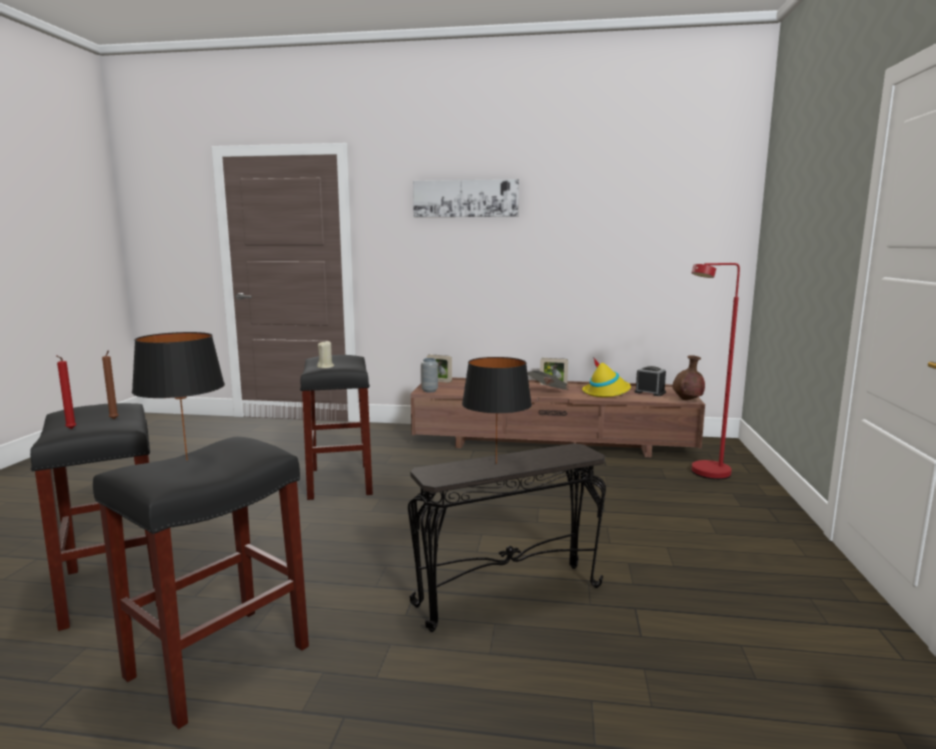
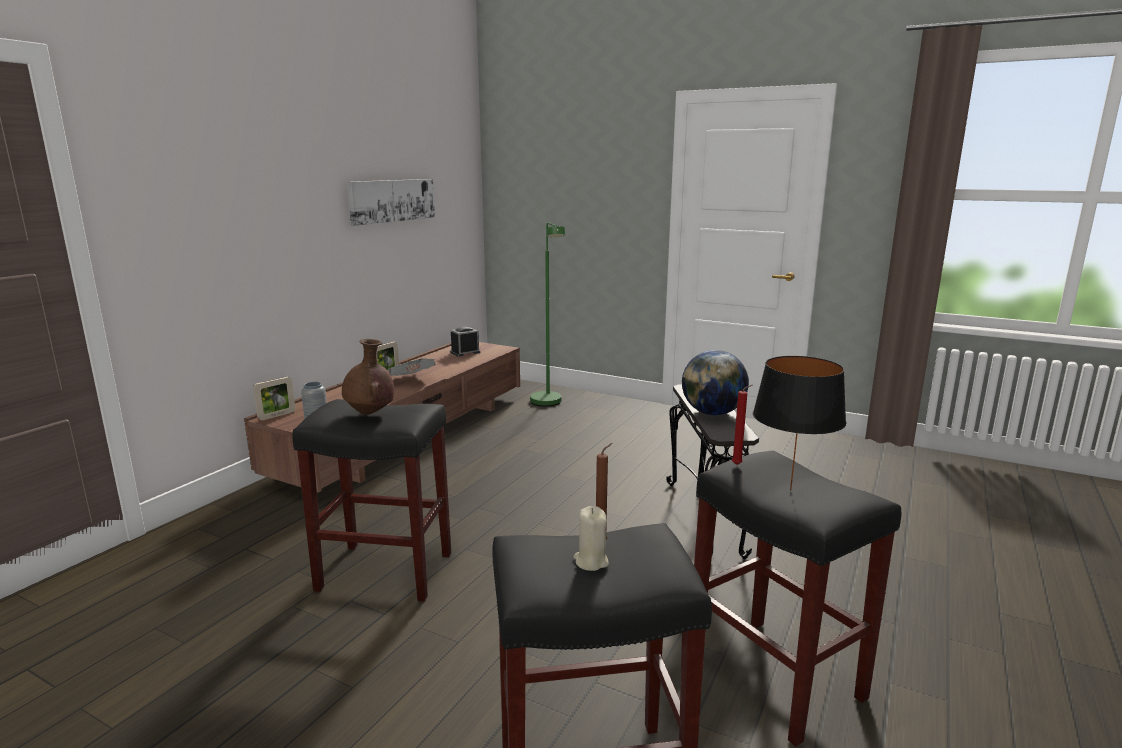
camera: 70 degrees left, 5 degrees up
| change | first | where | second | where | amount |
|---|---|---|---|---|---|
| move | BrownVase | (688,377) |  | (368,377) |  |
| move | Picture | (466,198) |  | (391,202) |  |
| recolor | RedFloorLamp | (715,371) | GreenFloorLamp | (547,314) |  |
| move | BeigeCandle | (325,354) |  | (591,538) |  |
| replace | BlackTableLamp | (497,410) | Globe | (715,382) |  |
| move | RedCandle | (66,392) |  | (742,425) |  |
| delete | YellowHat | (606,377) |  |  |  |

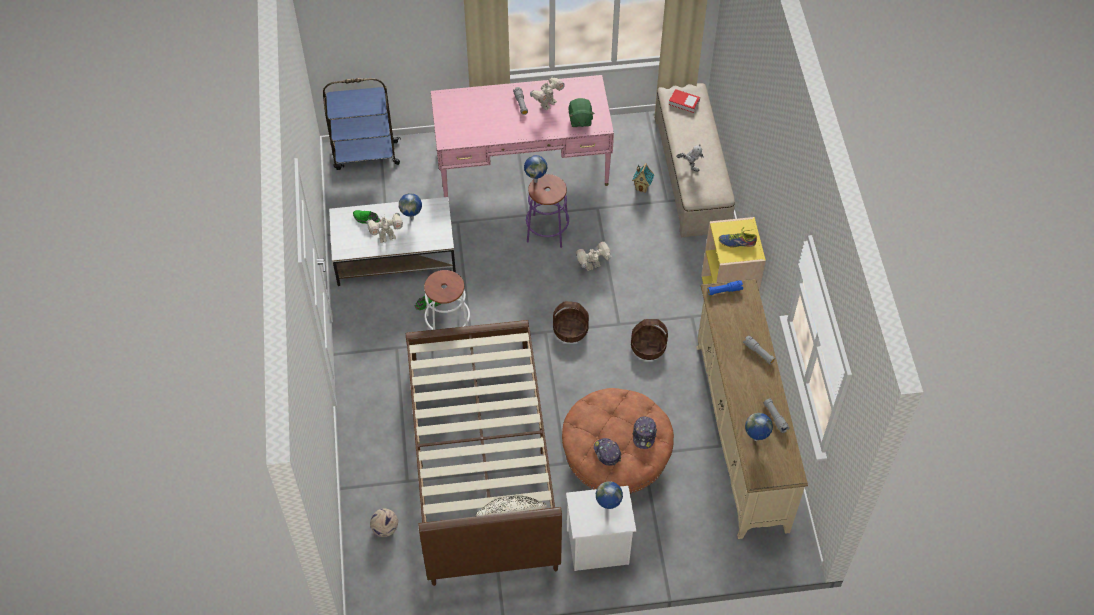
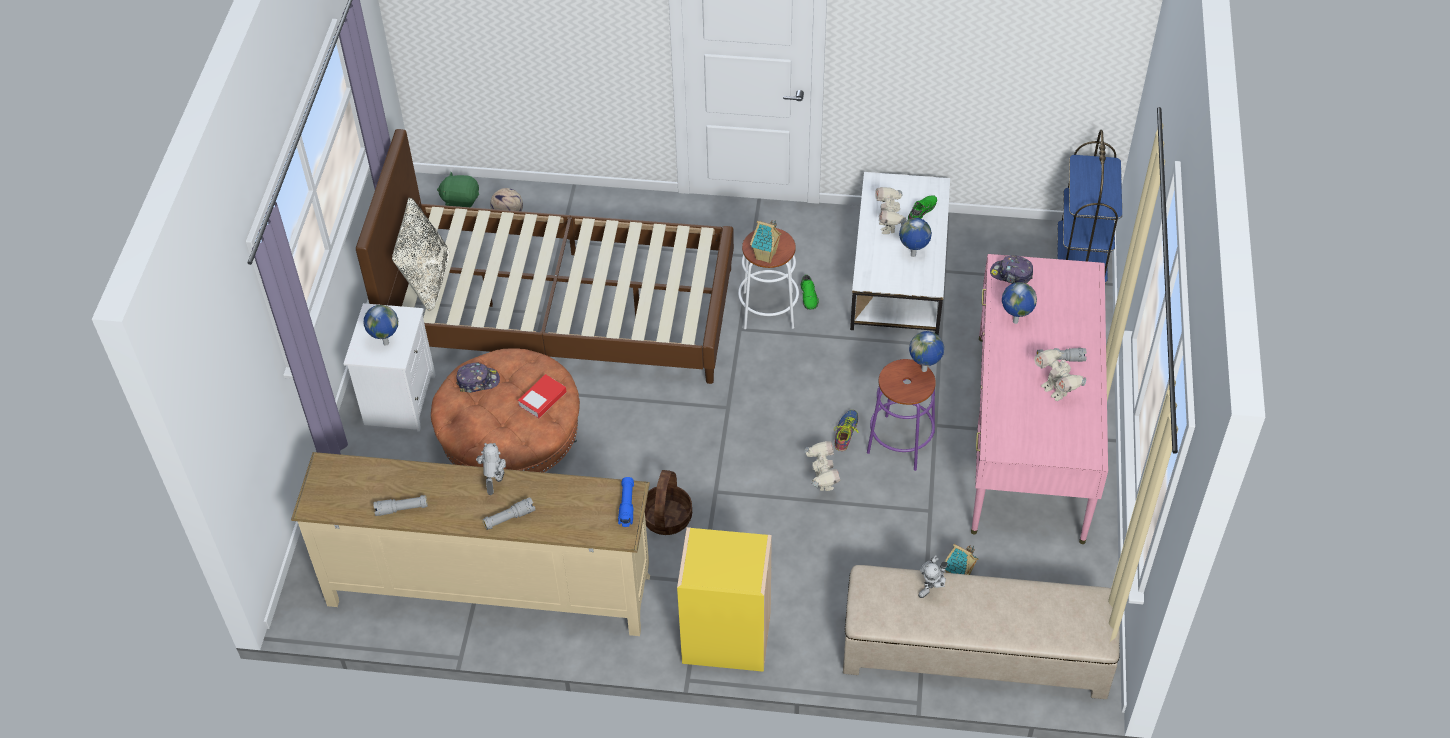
camera: 105 degrees right, 5 degrees down
| change | first | where | second | where | amount |
|---|---|---|---|---|---|
| move | GreenPlushToy | (582,112) |  | (458,189) |  |
| insert |  |  | ToyRobot | (491,469) |  |
| move | Book | (684,101) |  | (542,396) |  |
| insert |  |  | ToyHouse | (766,242) |  |
| move | Shoe | (738,237) |  | (846,430) |  |
| move | Cap | (645,432) |  | (1011,269) |  |
| move | Globe | (759,427) |  | (1019,303) |  |
| delete | Basket | (571,322) |  |  |  |

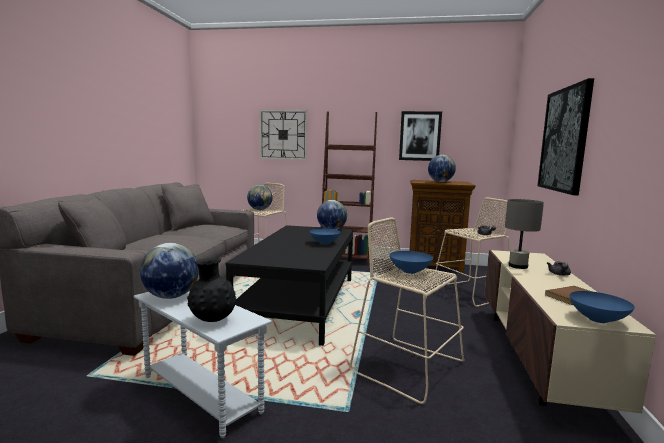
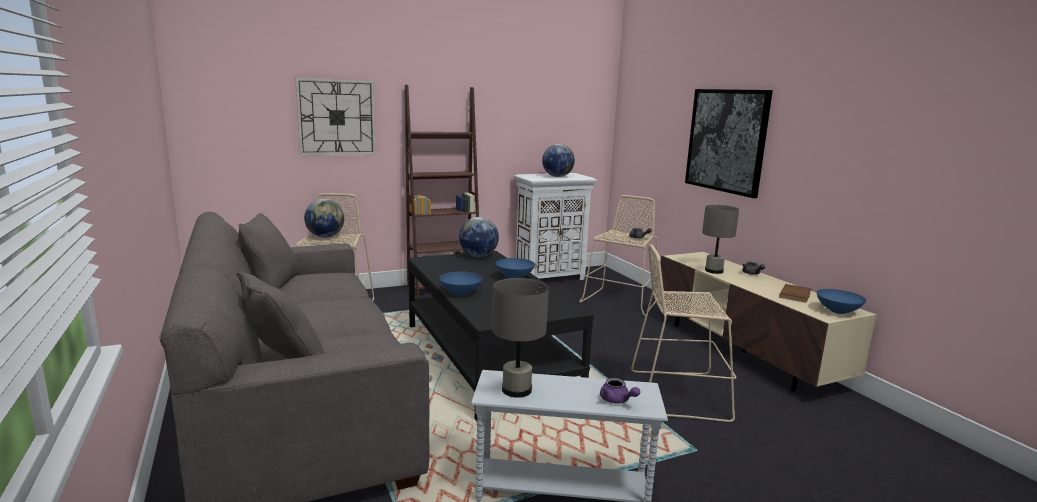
camera: 35 degrees left, 5 degrees up
| change | first | where | second | where | amount |
|---|---|---|---|---|---|
| move | BlueBowl | (411,262) |  | (461,283) |  |
| replace | Globe | (169,271) | GreyTableLamp | (520,338) |  |
| recolor | BrownCabinet | (443,226) | WhiteCabinet | (555,226) |  |
| replace | BlackVase | (211,290) | PurpleTeapot | (620,391) |  |
| delete | Picture | (420,136) |  |  |  |

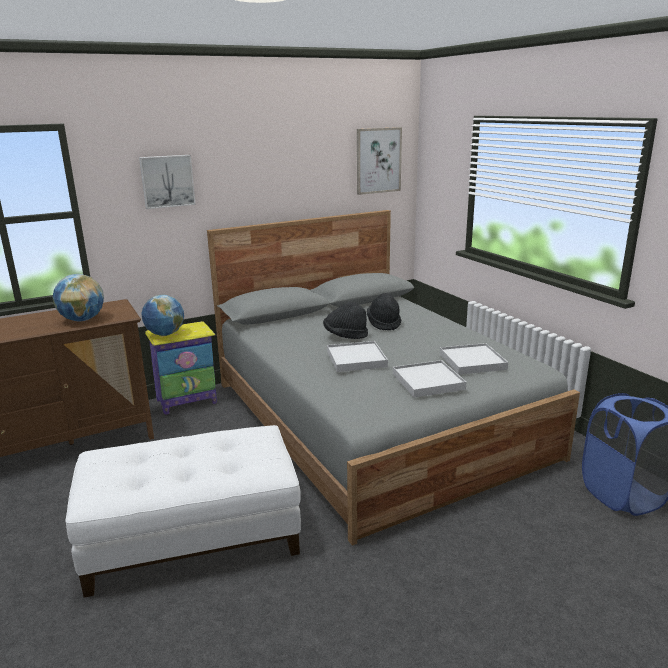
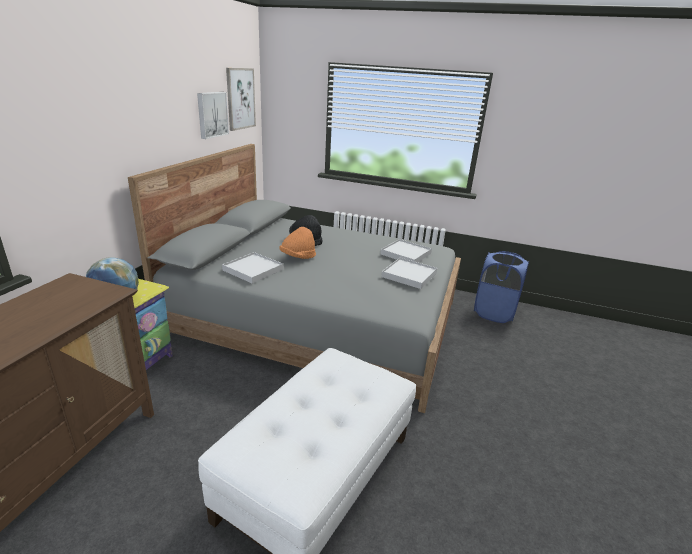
camera: 45 degrees left, 5 degrees up
| change | first | where | second | where | amount |
|---|---|---|---|---|---|
| move | Picture | (167,182) |  | (213,115) |  |
| move | WhiteTray | (357,356) |  | (252,268) |  |
| recolor | BlackHat | (345,320) | OrangeHat | (297,243) |  |
| delete | Globe | (78,297) |  |  |  |

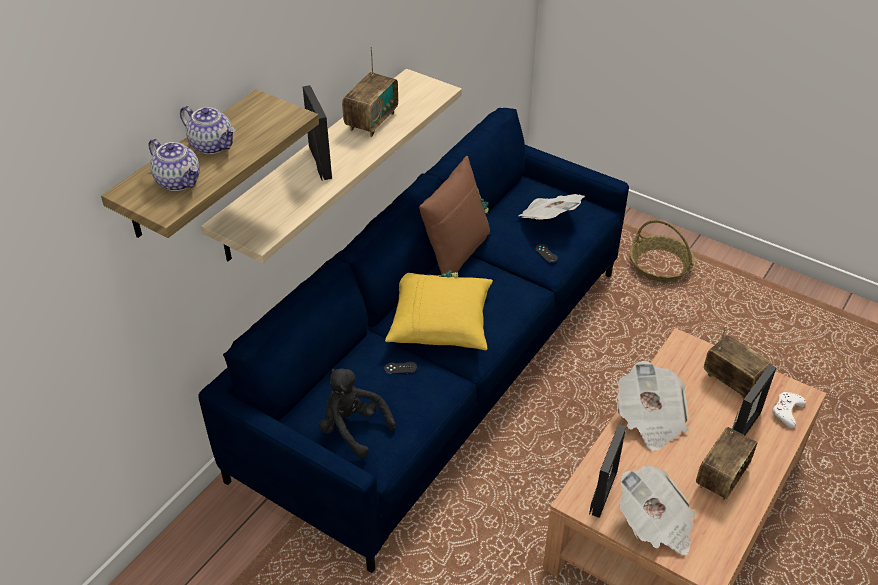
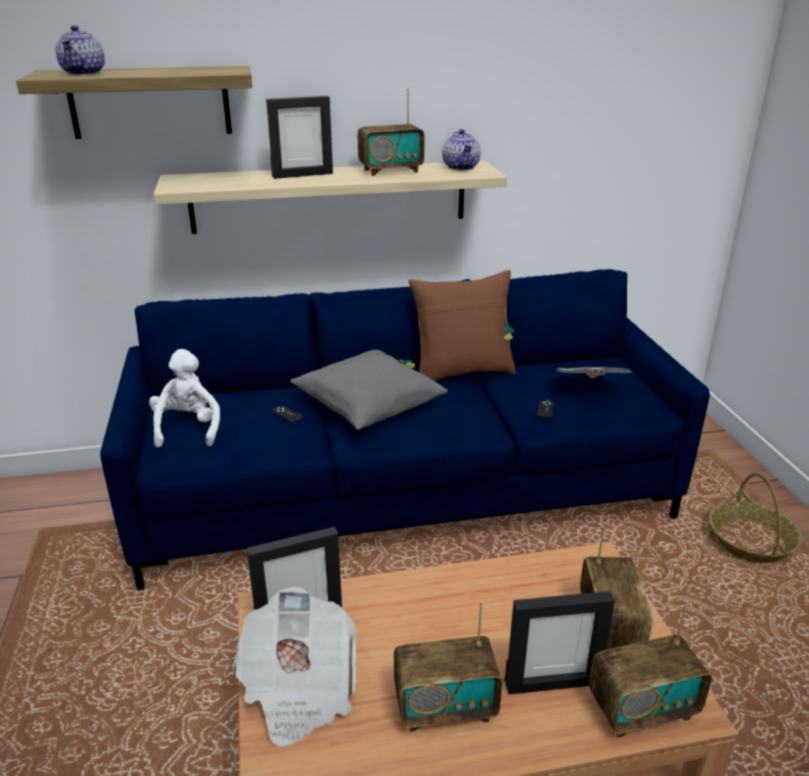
camera: 45 degrees right, 15 degrees down
| change | first | where | second | where | amount |
|---|---|---|---|---|---|
| recolor | BlackPlushToy | (357,413) | WhitePlushToy | (184,398) |  |
| rotate | PictureFrame | (317,133) |  | (299,137) | 45 degrees clockwise |
| recolor | YellowPillow | (439,310) | GreyPillow | (369,390) |  |
| move | Teapot | (208,130) |  | (461,149) |  |
| replace | WhiteGameController | (789,410) | Radio | (650,669) |  |
| delete | Newspaper | (653,406) |  |  |  |

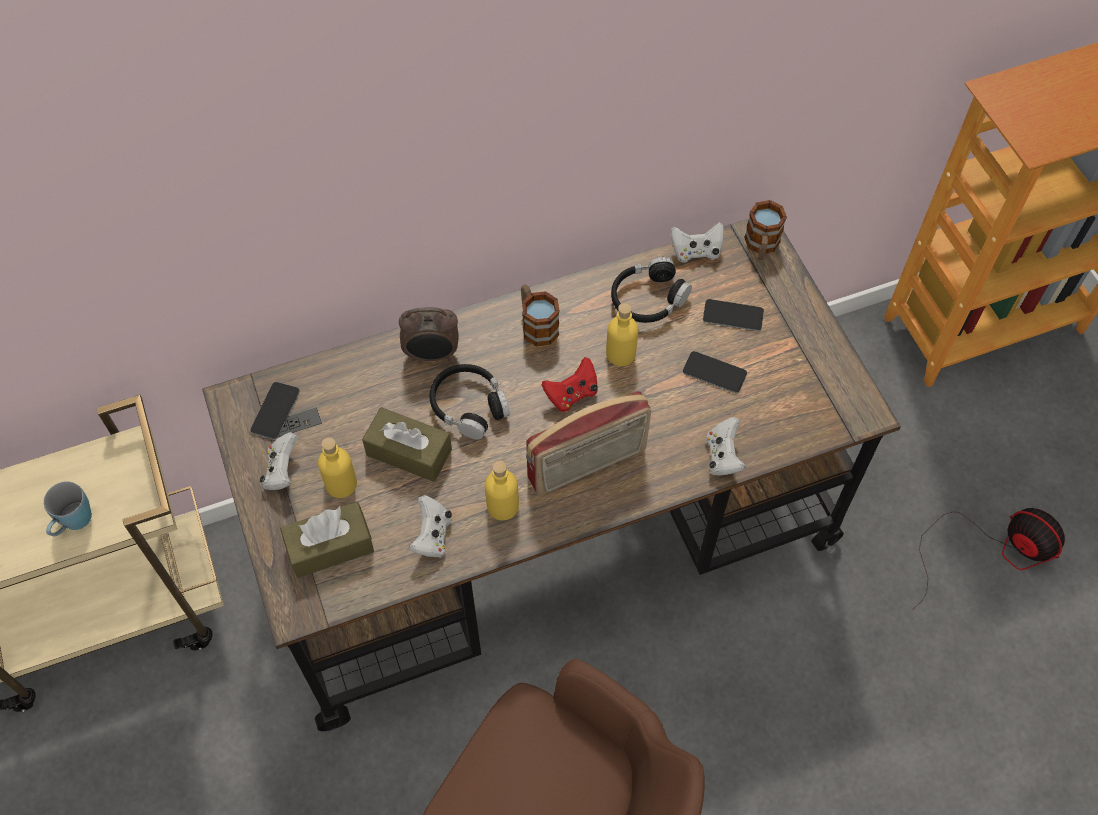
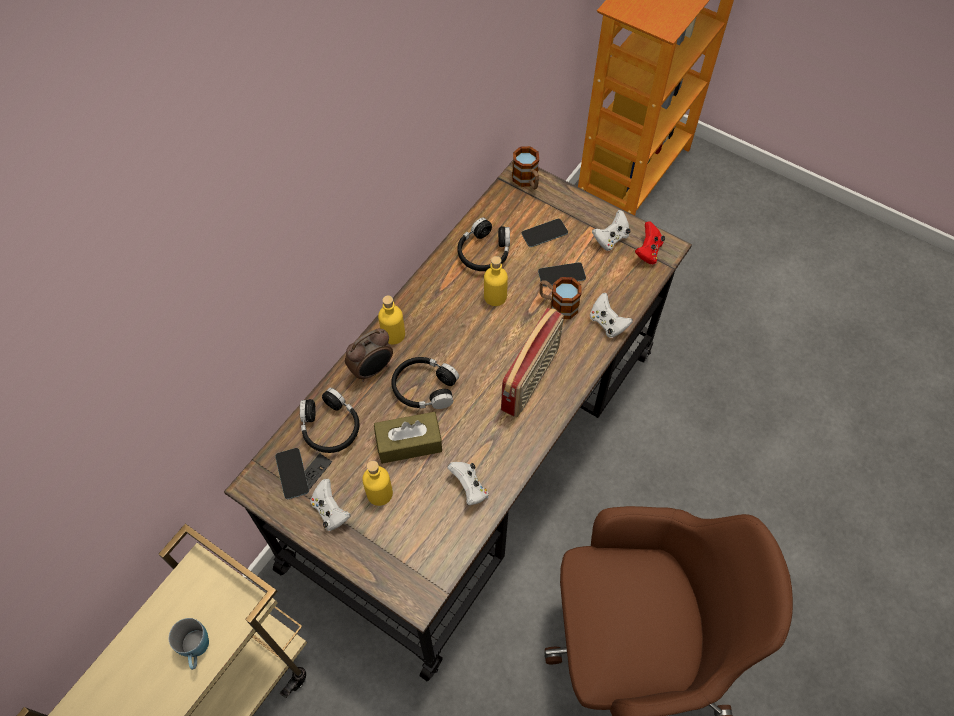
camera: 35 degrees left, 0 degrees up
| change | first | where | second | where | amount |
|---|---|---|---|---|---|
| insert |  |  | BlackHeadphones | (330,420) |  |
| move | YellowBottle | (502,490) |  | (391,319) |  |
| move | Mug | (540,315) |  | (560,298) |  |
| move | WhiteGameController | (697,242) |  | (611,230) |  |
| move | RedGameController | (570,384) |  | (650,243) |  |
| delete | BrownTissueBox | (327,540) |  |  |  |
| delete | Fan | (989,559) |  |  |  |

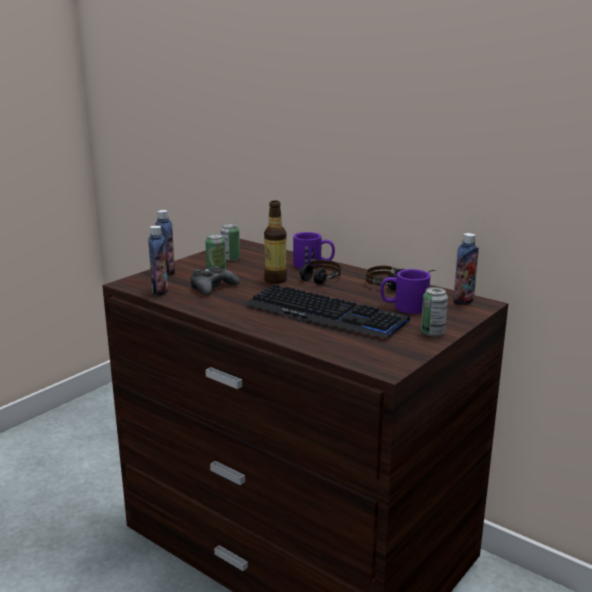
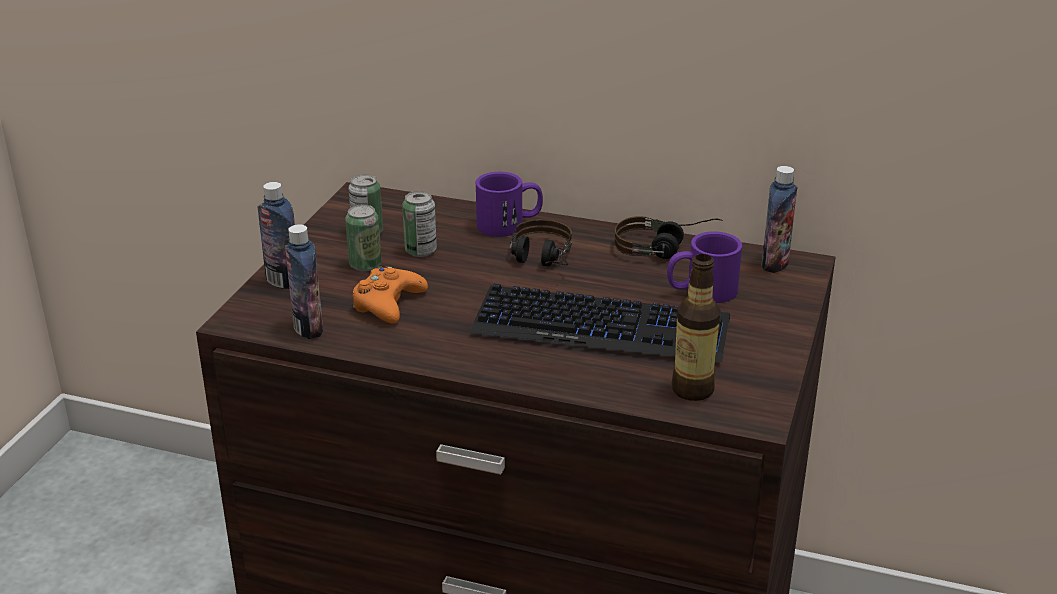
camera: 20 degrees left, 10 degrees up
| change | first | where | second | where | amount |
|---|---|---|---|---|---|
| recolor | BlackGameController | (215,280) | OrangeGameController | (390,294) |  |
| move | Can | (434,312) |  | (419,224) |  |
| move | Bottle | (275,242) |  | (696,327) |  |

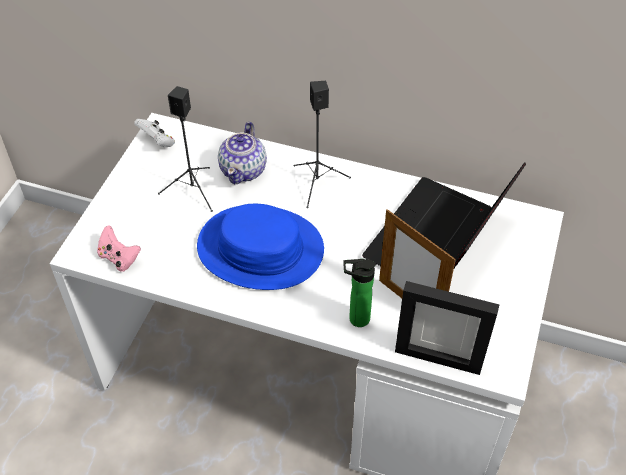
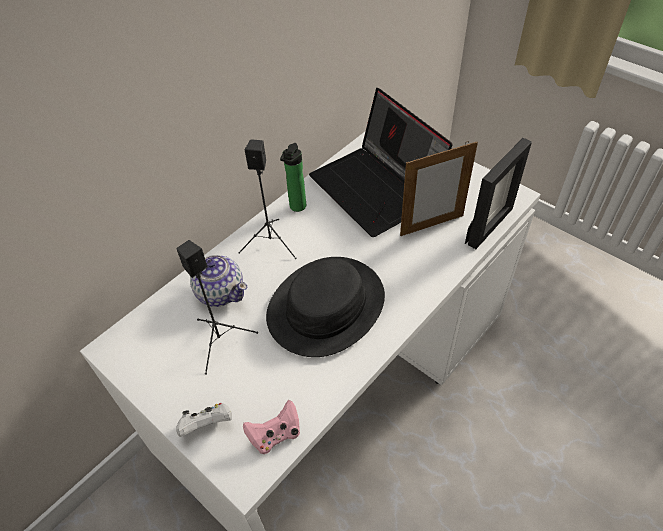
camera: 65 degrees left, 0 degrees up
| change | first | where | second | where | amount |
|---|---|---|---|---|---|
| move | WhiteGameController | (154,133) |  | (204,420) |  |
| recolor | BlueHat | (260,247) | BlackHat | (325,307) |  |
| move | Bottle | (359,293) |  | (293,177) |  |

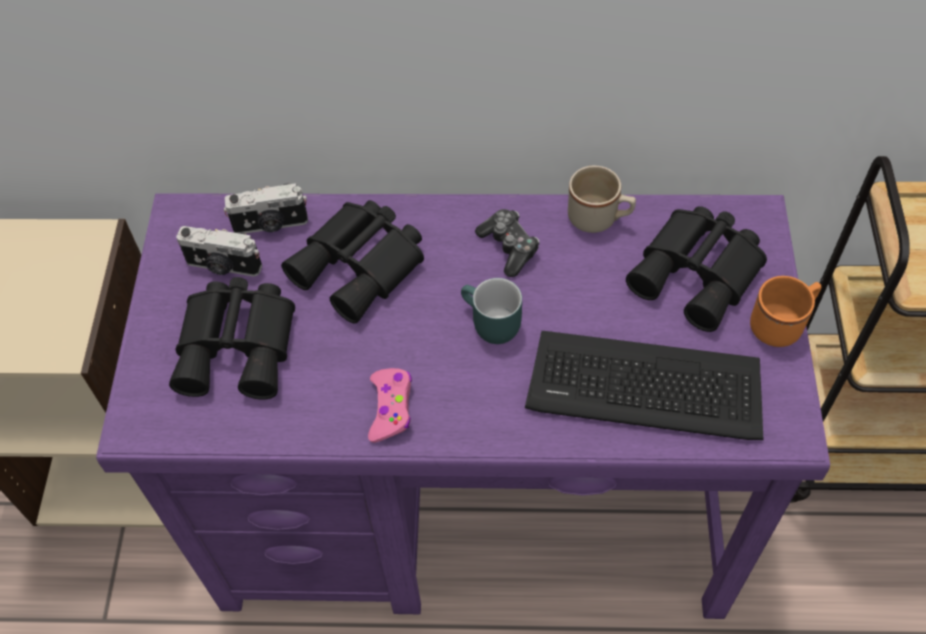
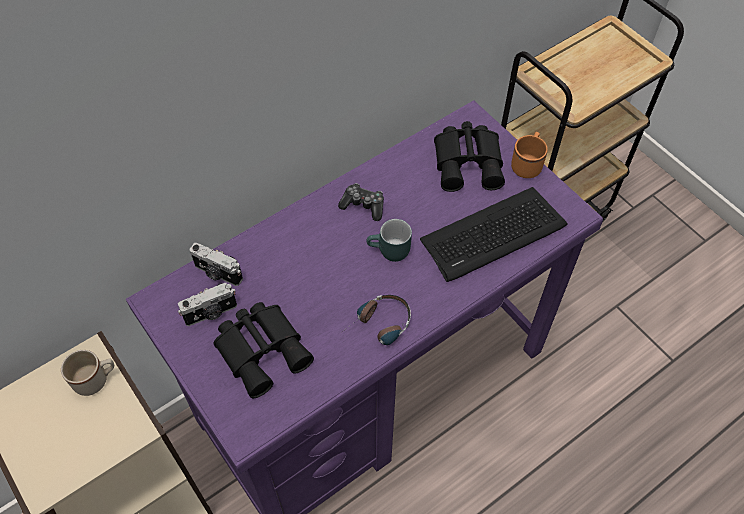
camera: 40 degrees left, 0 degrees up
| change | first | where | second | where | amount |
|---|---|---|---|---|---|
| move | BeigeMug | (602,199) |  | (87,373) |  |
| rotate | PhotoCamera | (266,208) |  | (216,264) | 75 degrees clockwise |
| replace | PinkGameController | (390,405) | Headphones | (376,320) |  |
| delete | BlackBinoculars | (352,262) |  |  |  |

